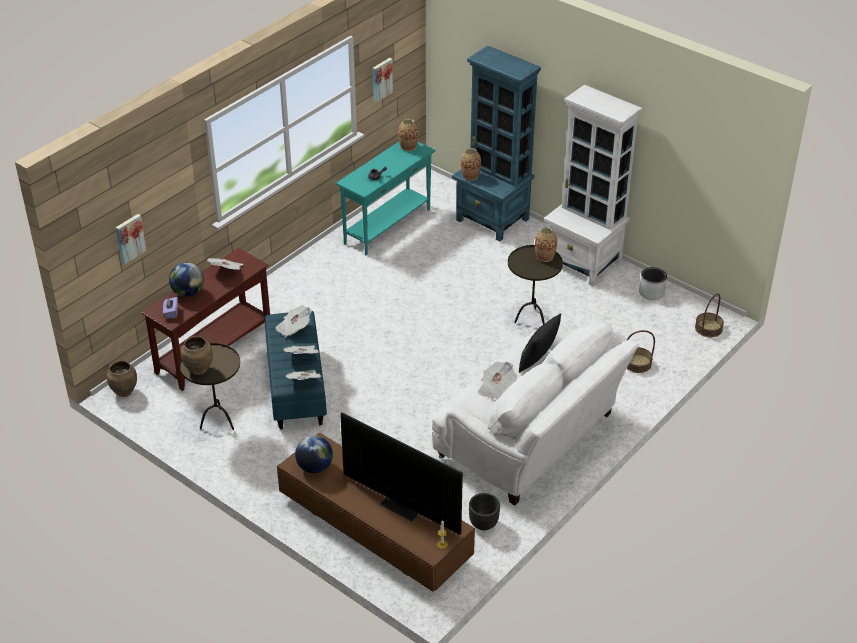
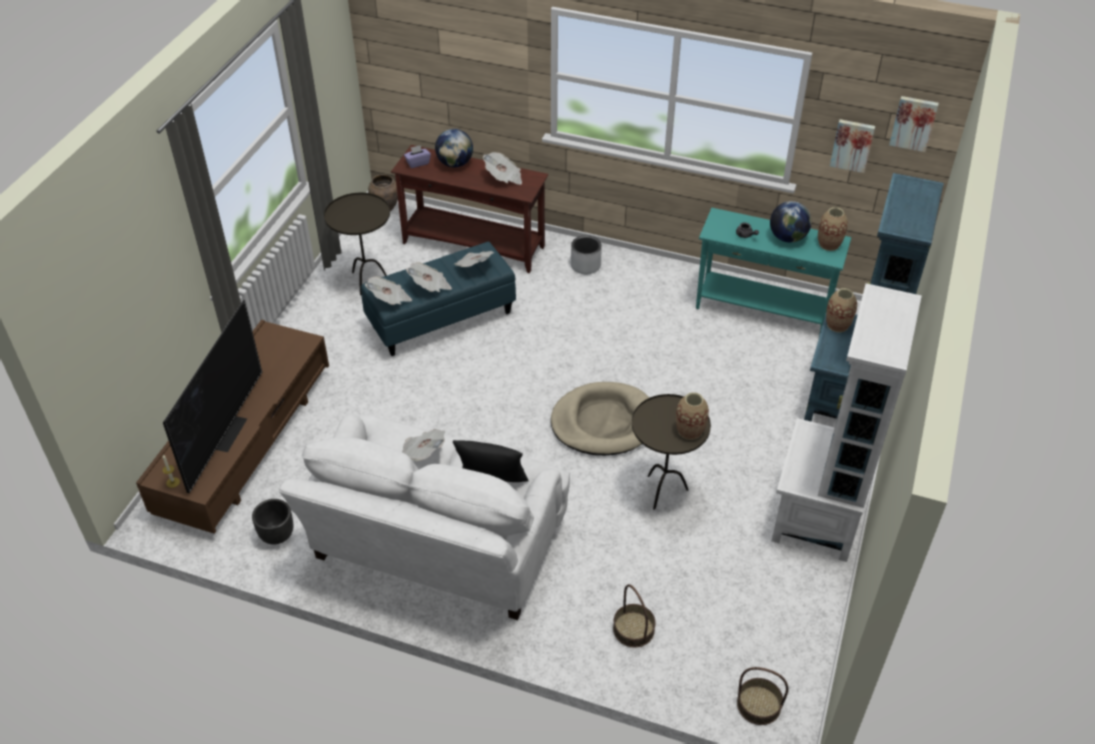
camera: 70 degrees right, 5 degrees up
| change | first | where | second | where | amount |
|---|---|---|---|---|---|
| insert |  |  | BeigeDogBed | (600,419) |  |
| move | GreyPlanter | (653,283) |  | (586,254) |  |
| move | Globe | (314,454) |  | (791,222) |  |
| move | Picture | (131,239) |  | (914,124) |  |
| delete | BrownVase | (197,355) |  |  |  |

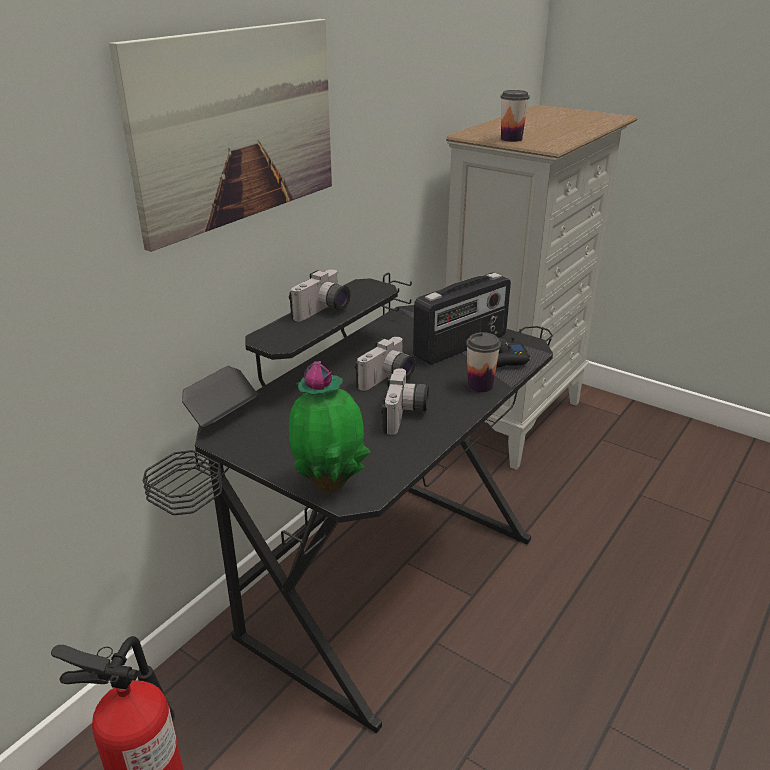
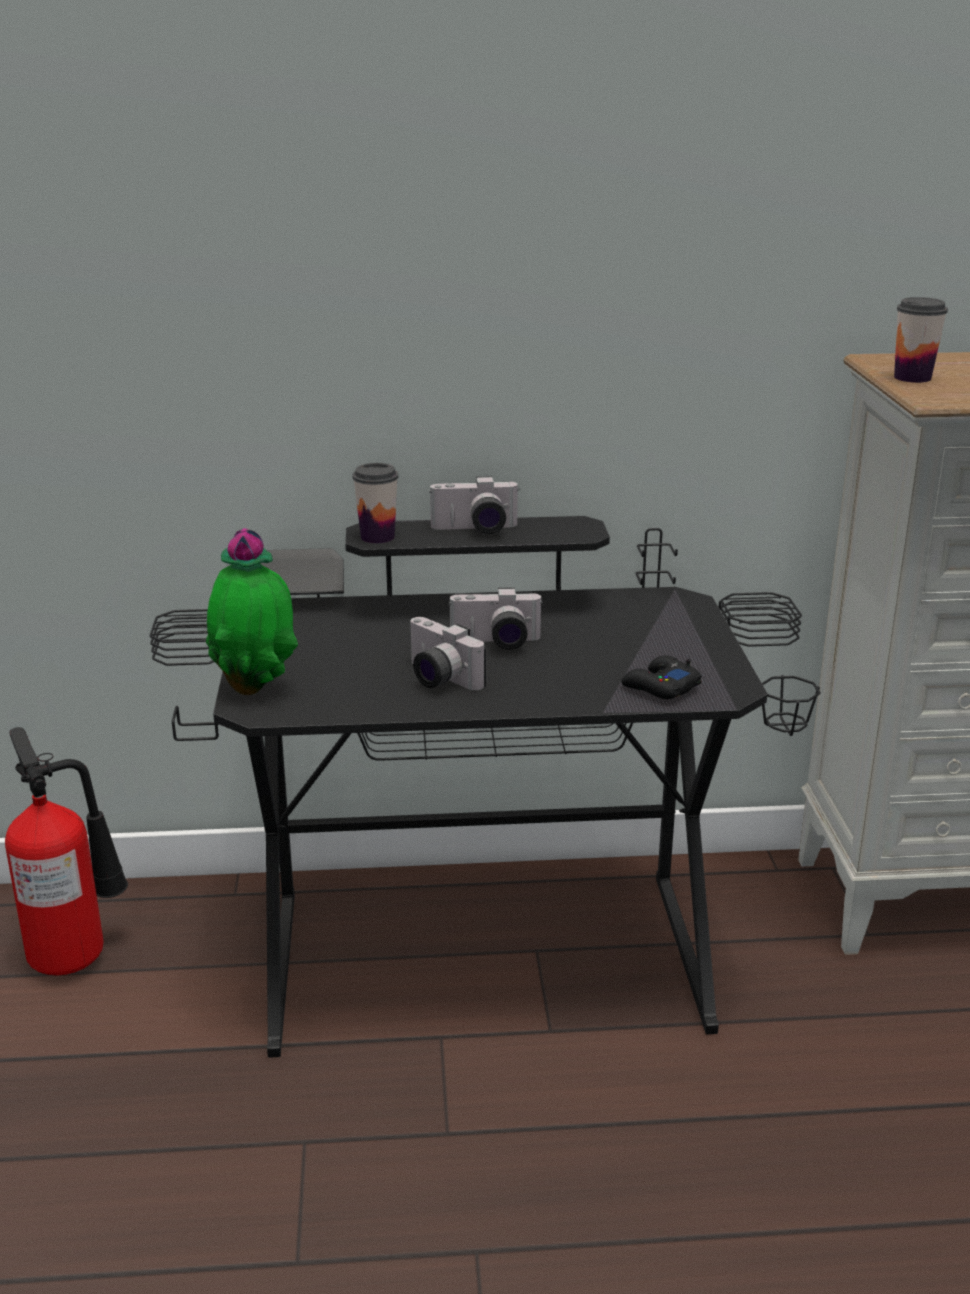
camera: 50 degrees right, 5 degrees down
| change | first | where | second | where | amount |
|---|---|---|---|---|---|
| move | Cup | (483,362) |  | (375,503) |  |
| rotate | PhotoCamera | (405,401) |  | (447,654) | 75 degrees clockwise |
| delete | Picture | (220,135) |  |  |  |
| delete | Radio | (462,319) |  |  |  |

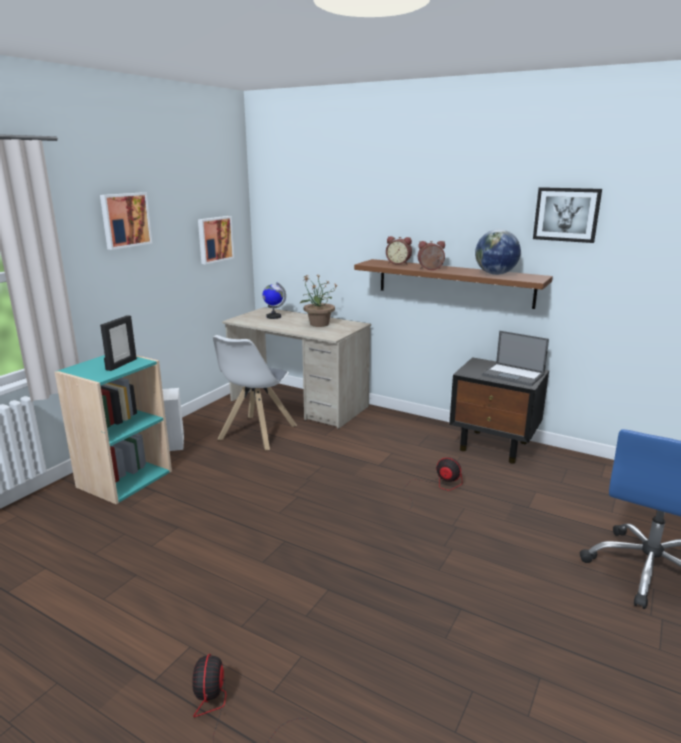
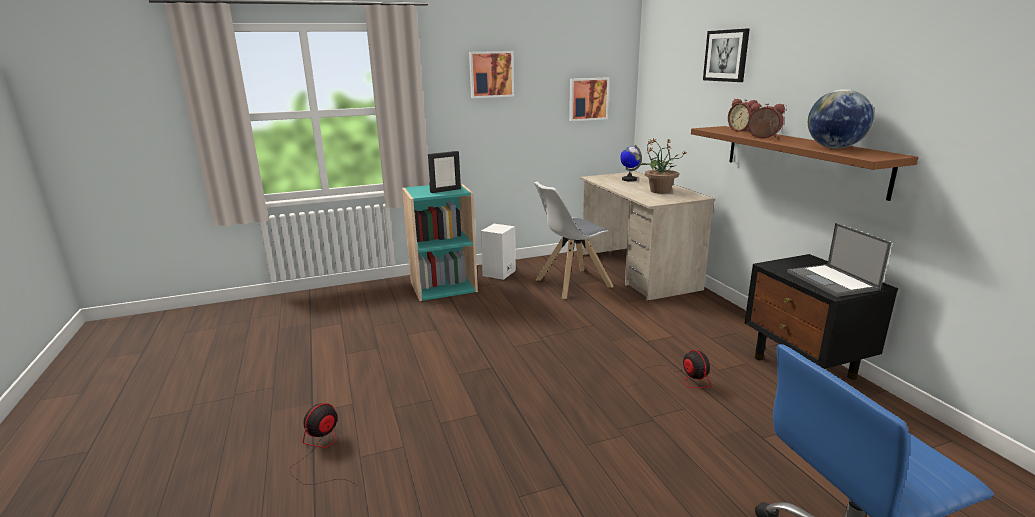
camera: 40 degrees right, 0 degrees up
| change | first | where | second | where | amount |
|---|---|---|---|---|---|
| move | Picture | (567,215) |  | (726,55) |  |

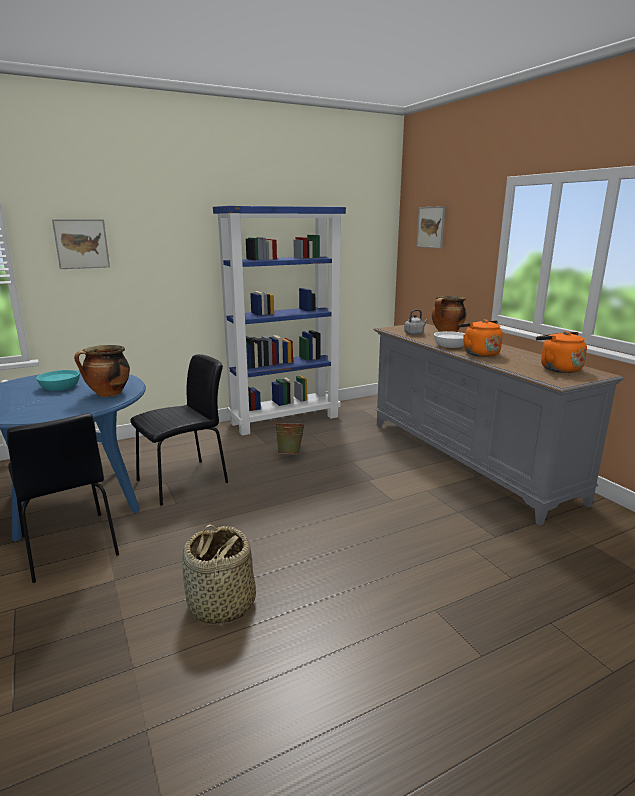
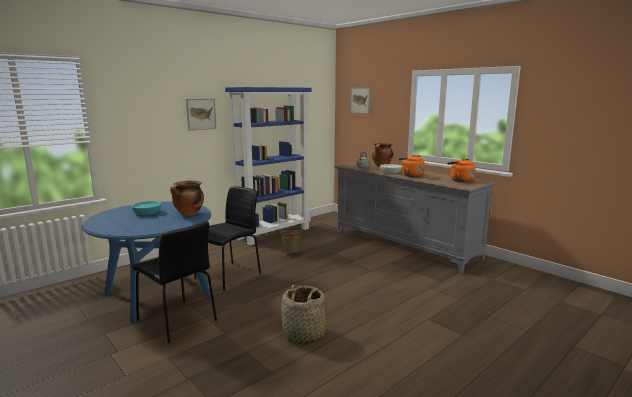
camera: 15 degrees left, 5 degrees down
| change | first | where | second | where | amount |
|---|---|---|---|---|---|
| move | Picture | (81,244) |  | (201,115) |  |

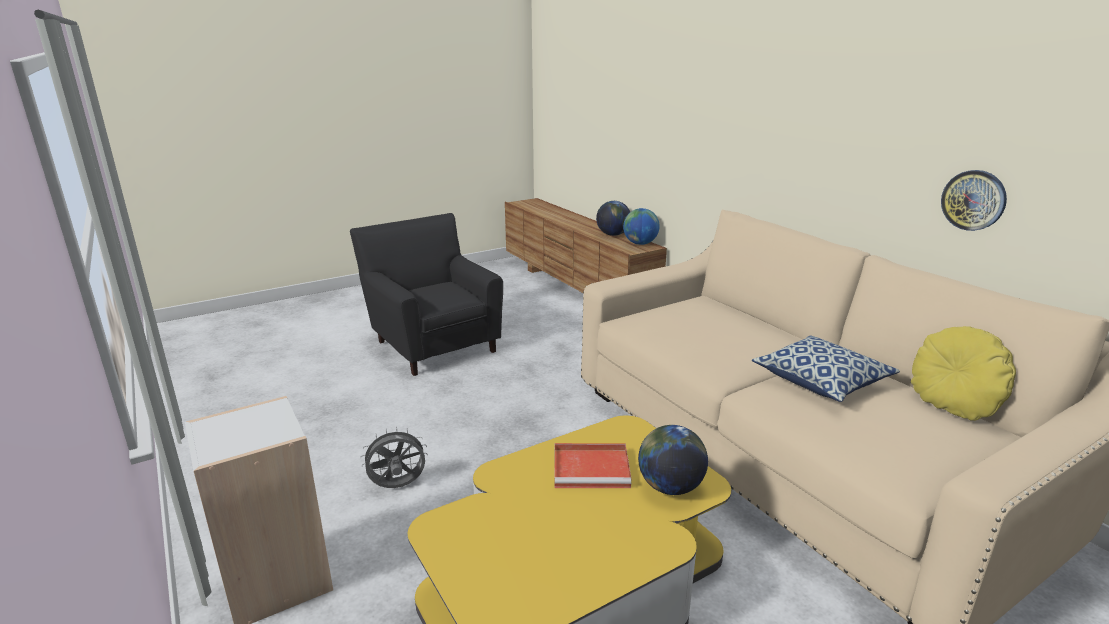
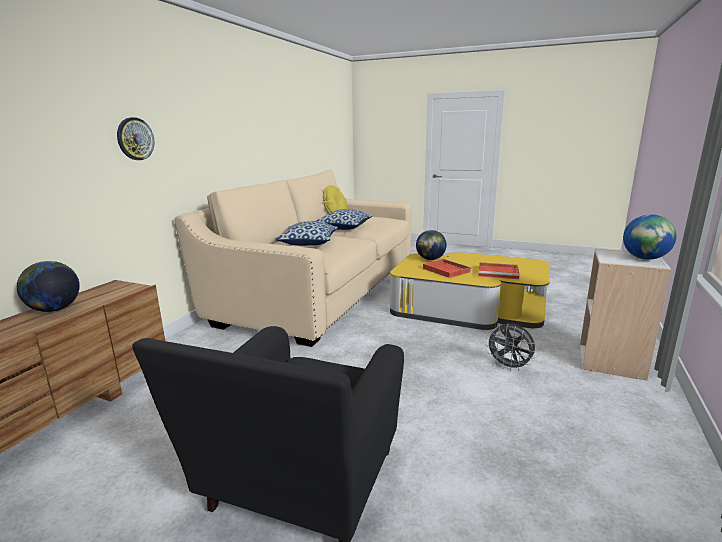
camera: 125 degrees left, 5 degrees down
| change | first | where | second | where | amount |
|---|---|---|---|---|---|
| move | WallClock | (974,200) |  | (135,138) |  |
| insert |  |  | Pillow | (306,233) |  |
| insert |  |  | RedTray | (498,270) |  |
| move | Globe | (641,226) |  | (650,237) |  |

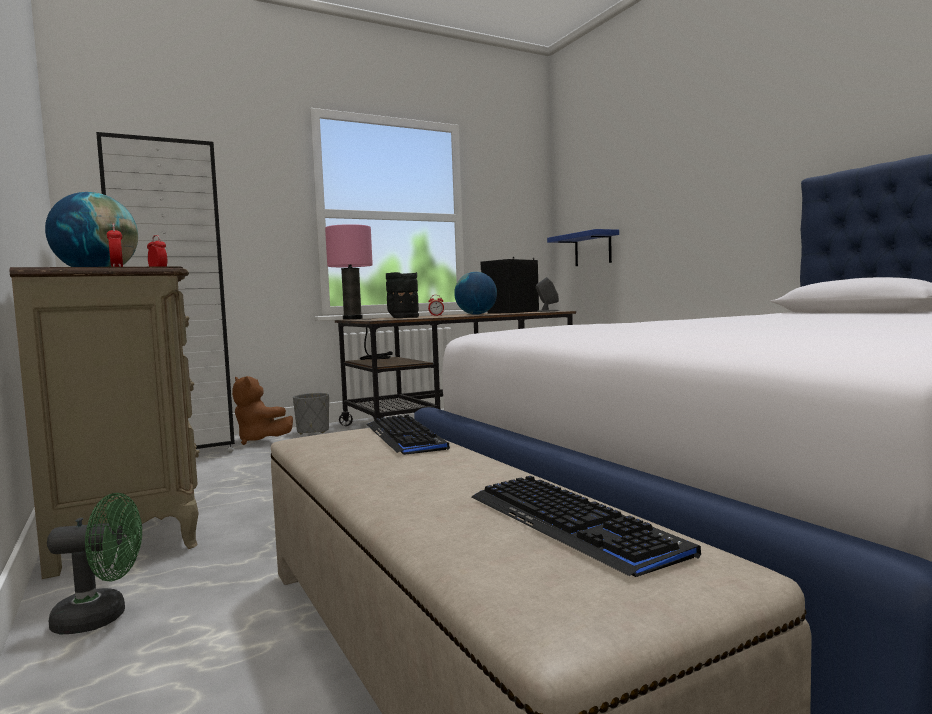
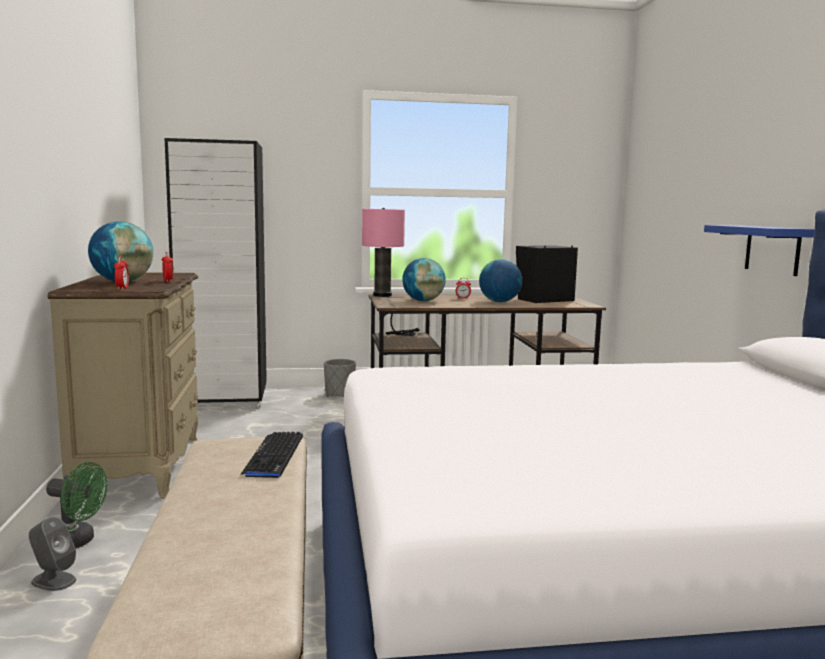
camera: 20 degrees right, 5 degrees up
| change | first | where | second | where | amount |
|---|---|---|---|---|---|
| move | GreySpeaker | (547,294) |  | (52,554) |  |
| replace | BlackVase | (402,295) | Globe | (424,279) |  |
| move | BlueShelf | (583,247) |  | (759,250) |  |
| delete | BrownPlushToy | (262,410) |  |  |  |
| delete | Keyboard | (586,526) |  |  |  |

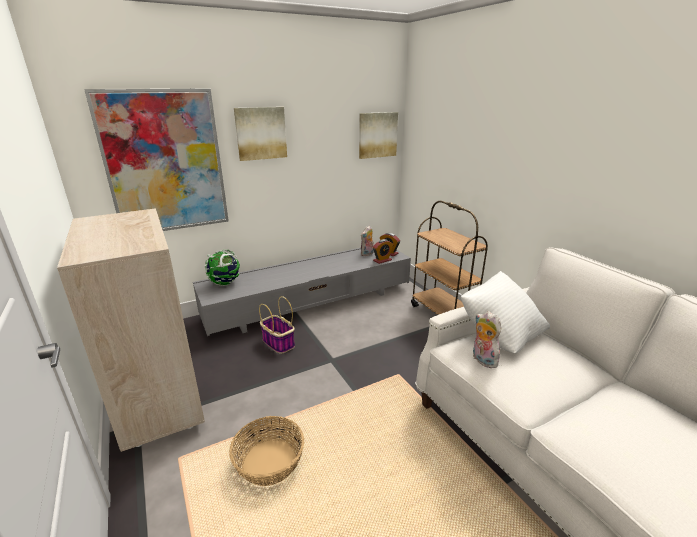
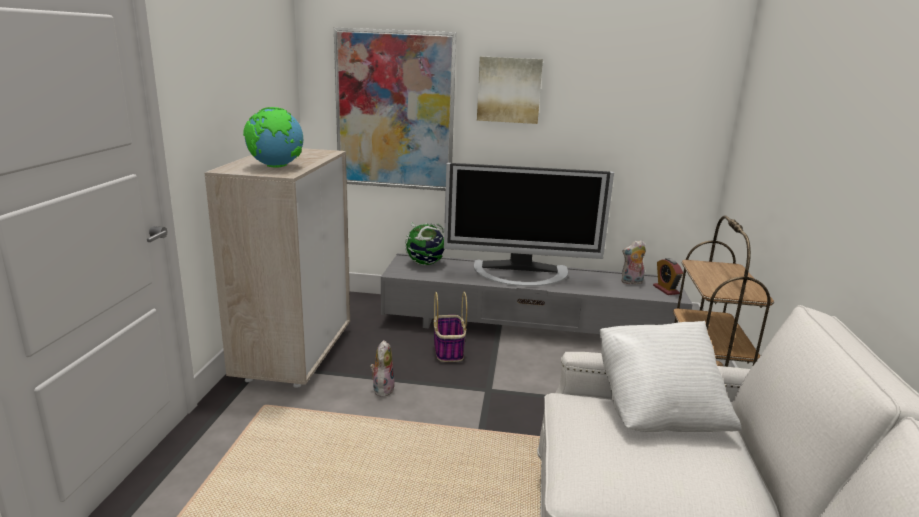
camera: 35 degrees right, 5 degrees down
| change | first | where | second | where | amount |
|---|---|---|---|---|---|
| insert |  |  | Globe | (273,137) |  |
| move | PlushToy | (487,339) |  | (382,368) |  |
| insert |  |  | Television | (529,224) |  |
| delete | Basket | (266,451) |  |  |  |
| delete | Picture | (378,135) |  |  |  |
| delete | AlarmClock | (383,251) |  |  |  |

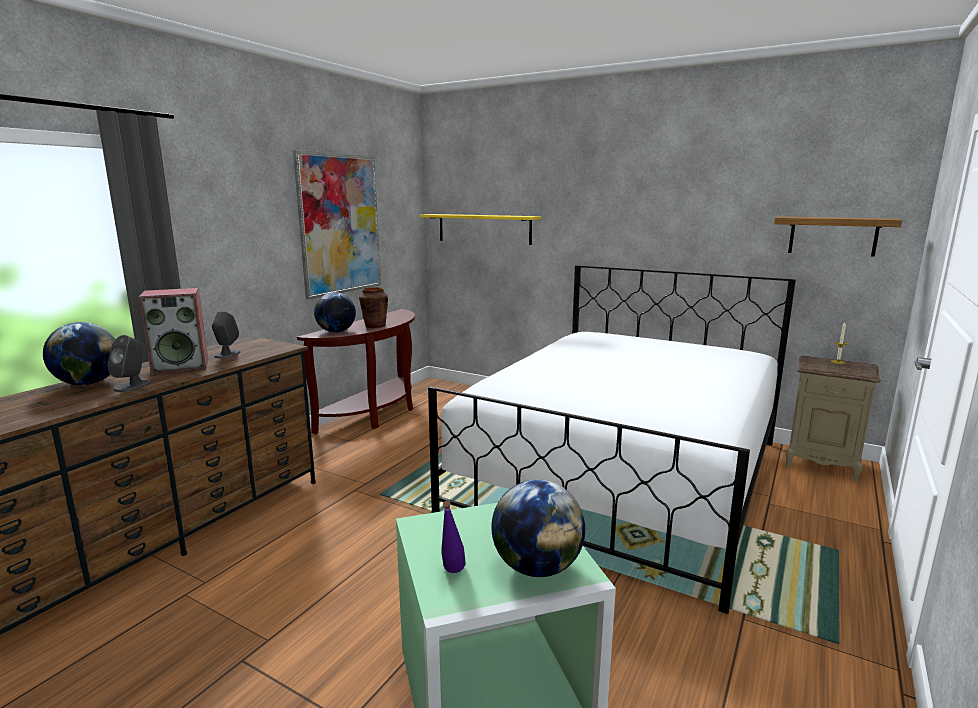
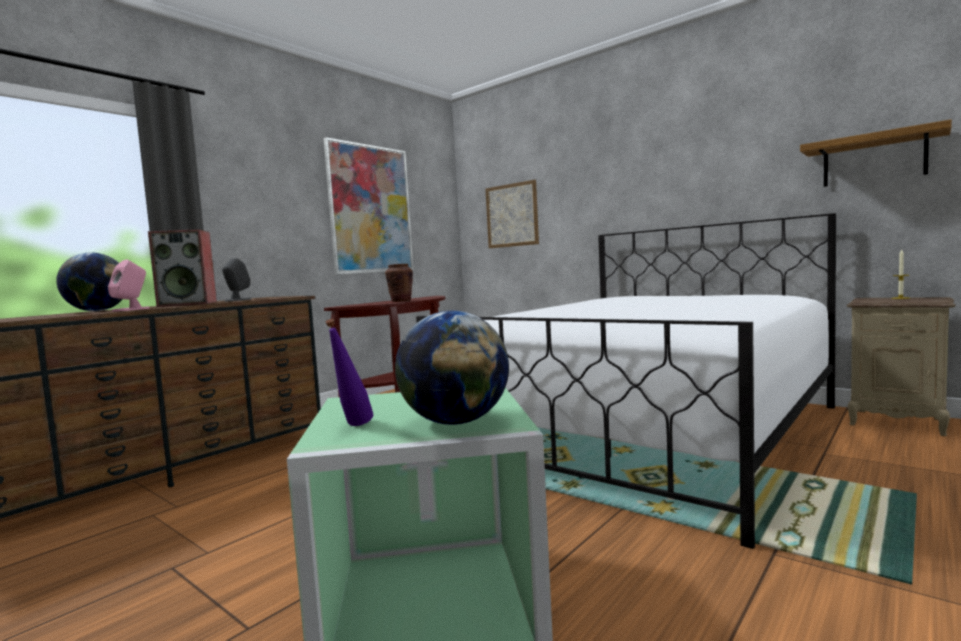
camera: 10 degrees right, 10 degrees down
| change | first | where | second | where | amount |
|---|---|---|---|---|---|
| recolor | GreySpeaker | (129,363) | PinkSpeaker | (129,286) |  |
| replace | YellowShelf | (480,229) | Picture | (512,214) |  |
| delete | Globe | (335,312) |  |  |  |

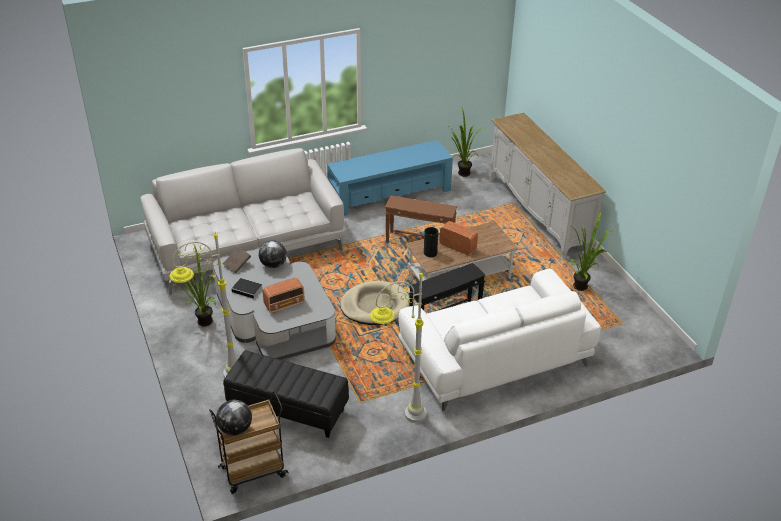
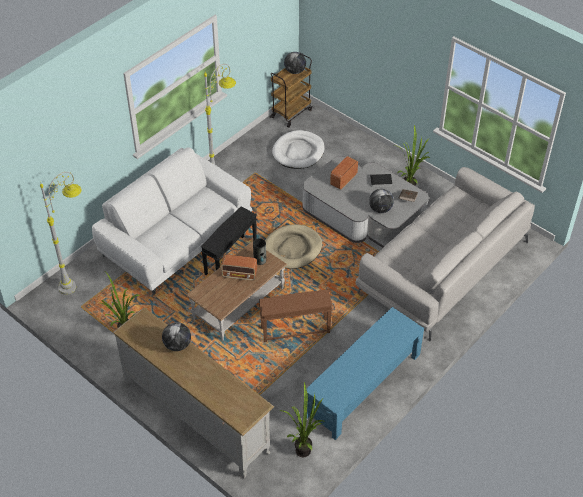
camera: 155 degrees right, 10 degrees up
| change | first | where | second | where | amount |
|---|---|---|---|---|---|
| move | GreyFloorLamp | (203,305) |  | (60,233) |  |
| insert |  |  | Globe | (176,336) |  |
| replace | BlackOttoman | (286,394) | WhiteDogBed | (298,149) |  |

